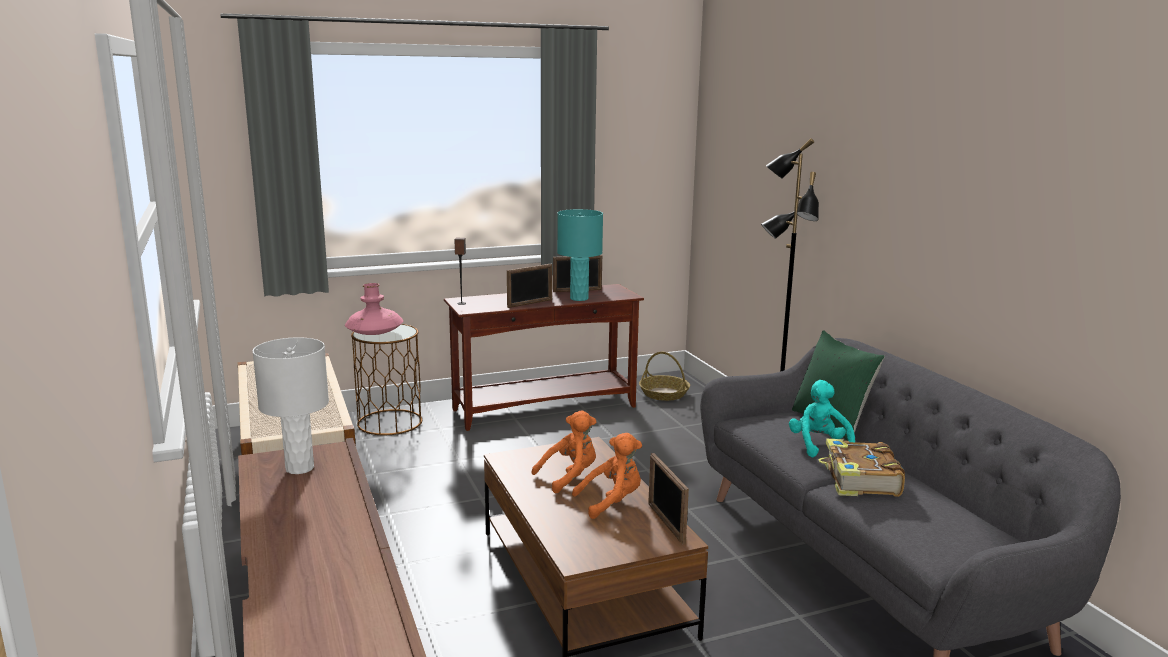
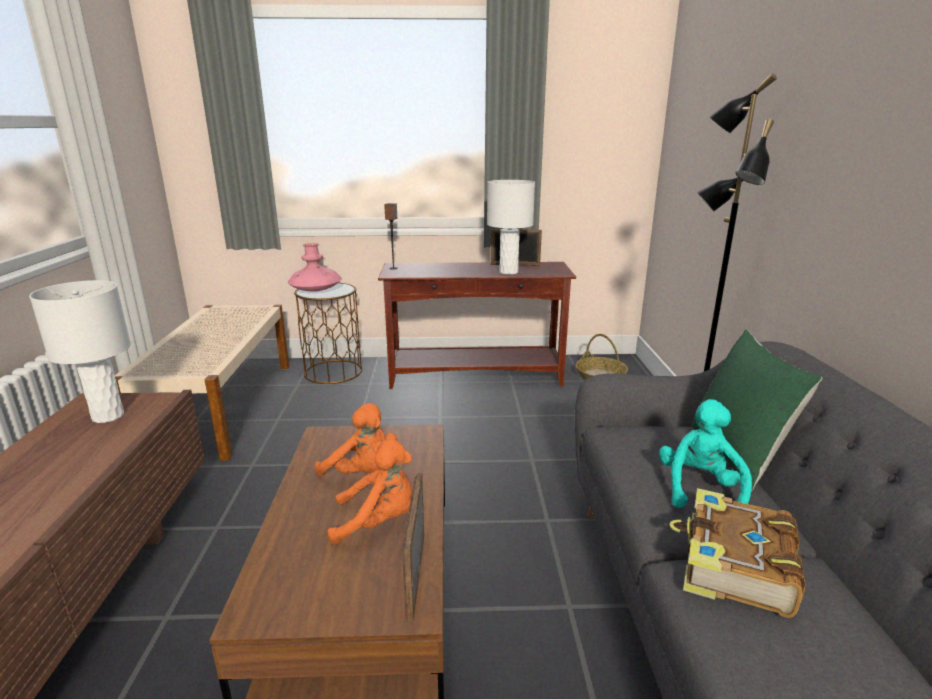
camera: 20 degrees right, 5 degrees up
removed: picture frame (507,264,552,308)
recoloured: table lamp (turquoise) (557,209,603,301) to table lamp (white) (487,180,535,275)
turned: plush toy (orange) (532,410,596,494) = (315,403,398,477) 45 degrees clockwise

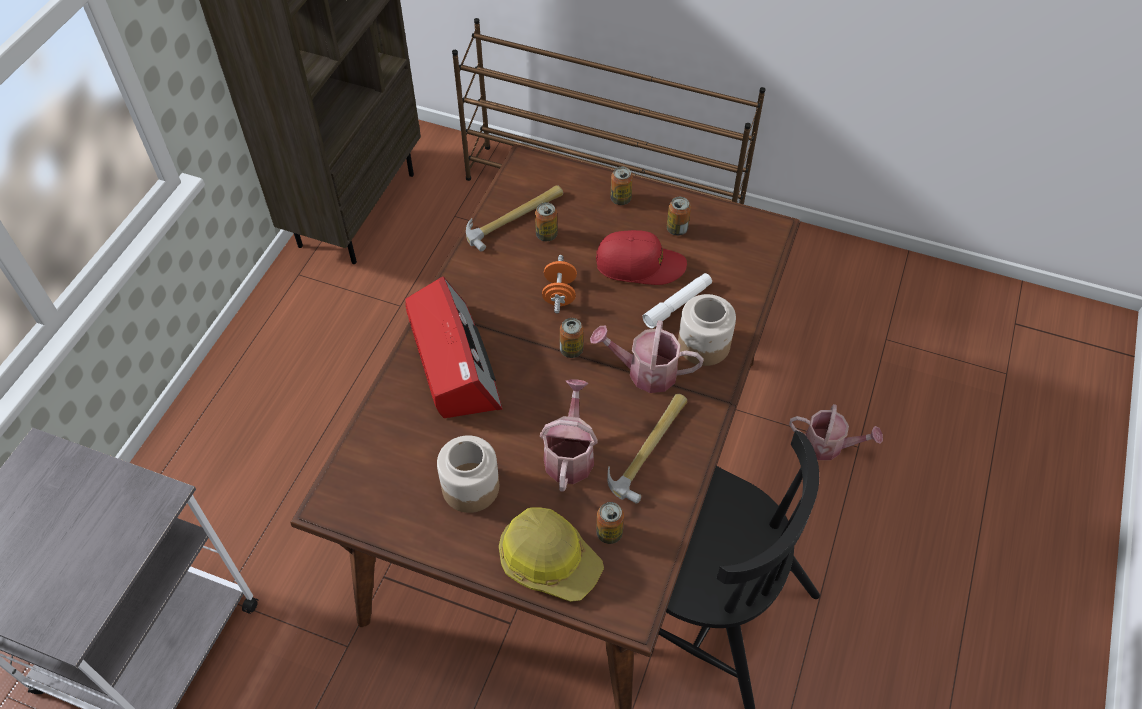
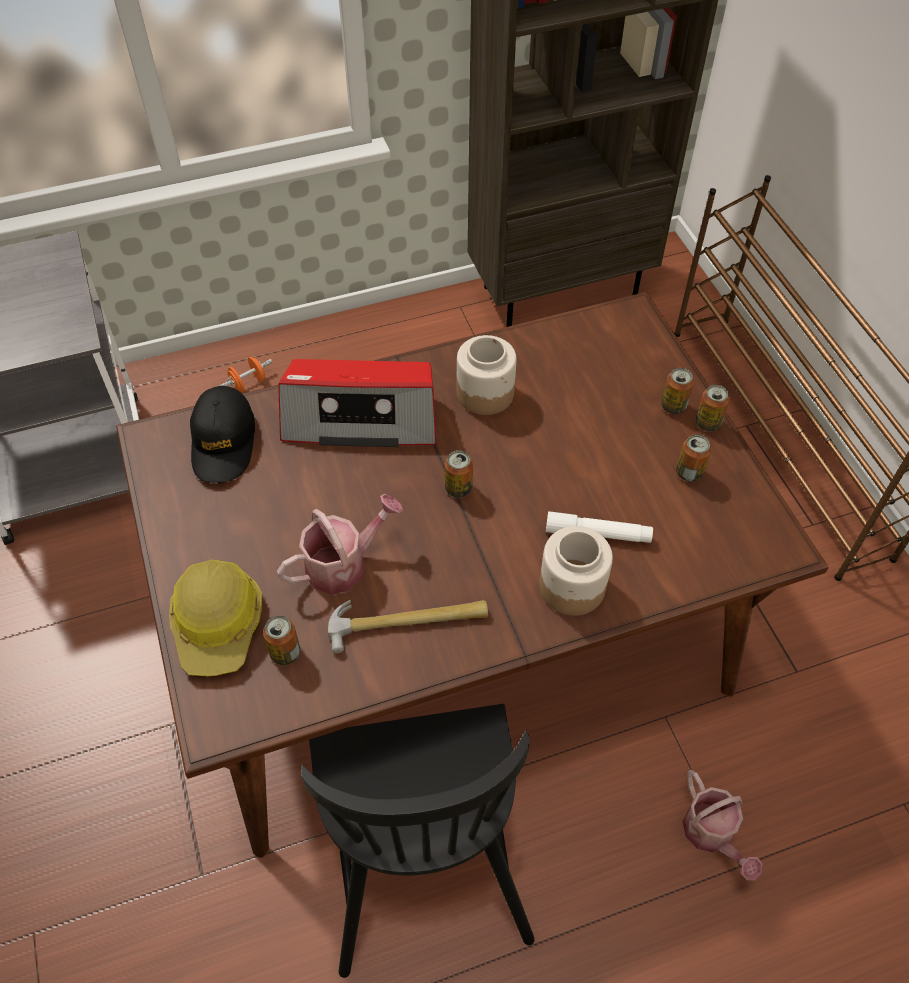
camera: 50 degrees right, 0 degrees up
removed: hammer (466,185,563,251); cap (red) (596,230,687,285); watering can (590,320,704,393)
added: cap (black) (190,386,255,483)
moved: can (535,202,558,241) to (696,385,730,431); dumbbell (orange) (542,255,577,313) to (220,357,272,392); jar (437,435,499,513) to (457,335,517,415)
turned: radio (405,276,503,418) = (278,359,436,447) 60 degrees clockwise

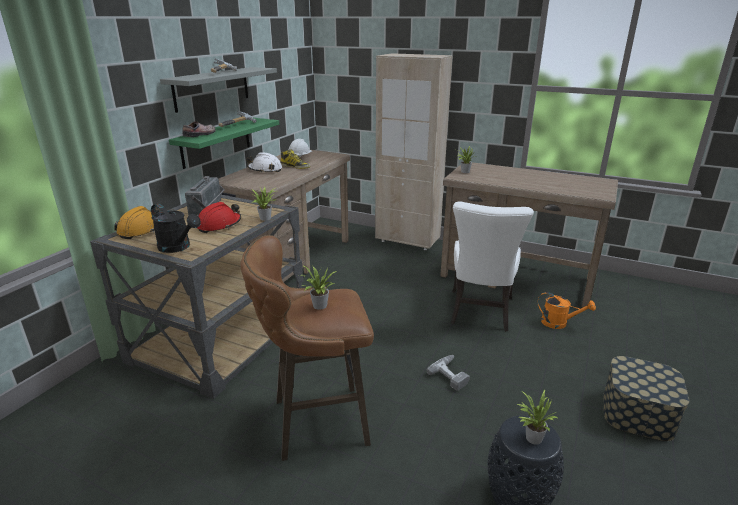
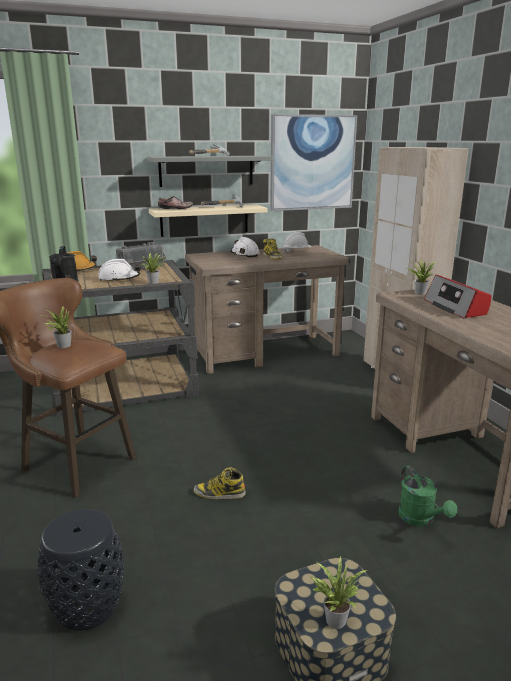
camera: 45 degrees right, 5 degrees down
removed: chair (white) (451,201,534,332)
added: picture (270,114,357,211); radio (424,275,492,318)
moved: potted plant (517,389,557,445) to (310,556,367,629)
replaced: power drill (426,355,470,391) to boot (193,467,246,499)
recoloured: shelf (green) (169,118,279,169) to shelf (beige) (149,204,268,237); hard hat (red) (197,202,241,233) to hard hat (white) (98,259,141,282); watering can (orange) (538,292,596,329) to watering can (green) (398,466,457,527)

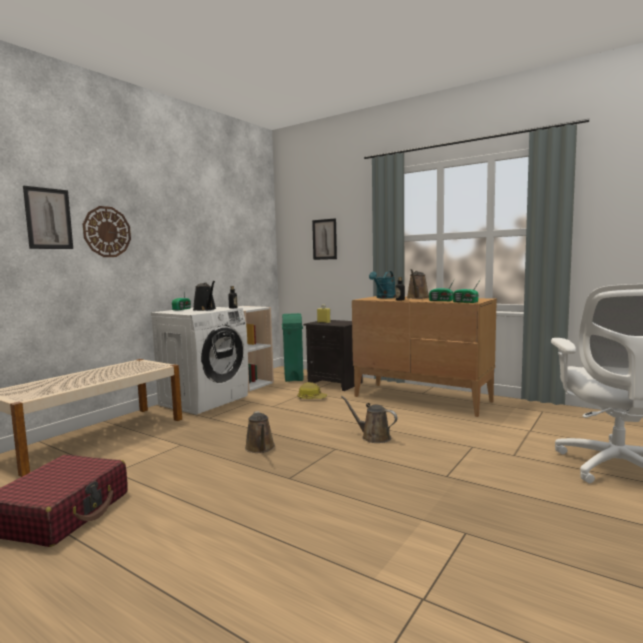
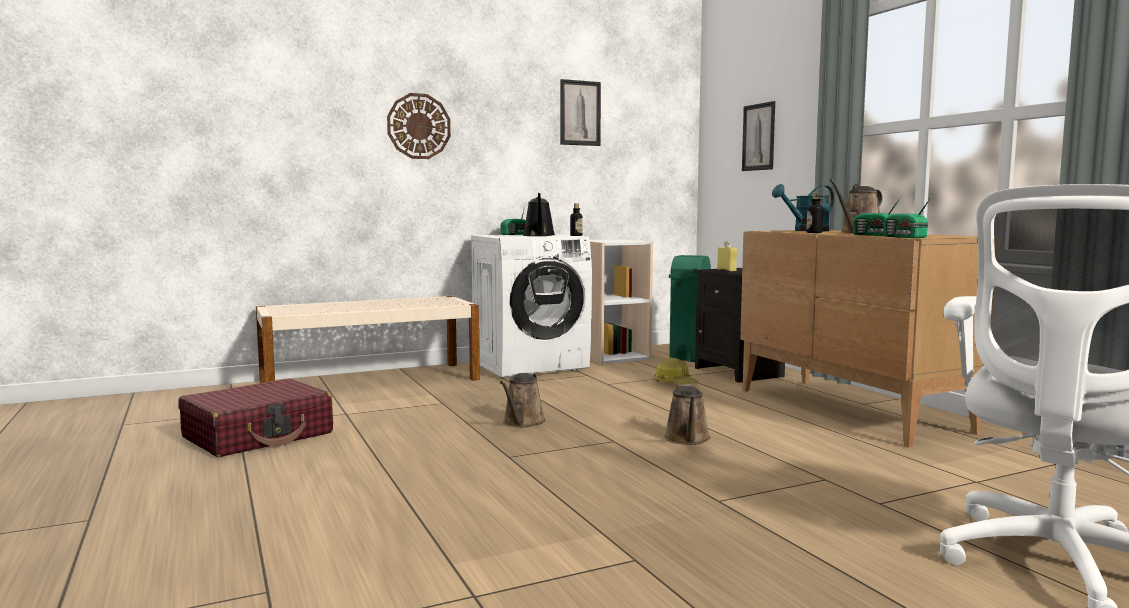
camera: 30 degrees right, 0 degrees up
moved: picture (23,186,73,249) to (560,79,601,146)
turned: watering can (brown) (341,396,398,443) = (664,385,711,445) 150 degrees counterclockwise

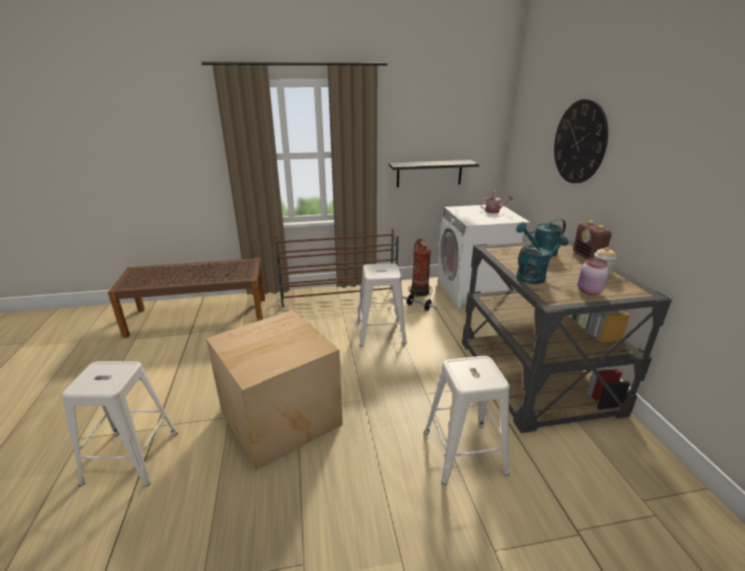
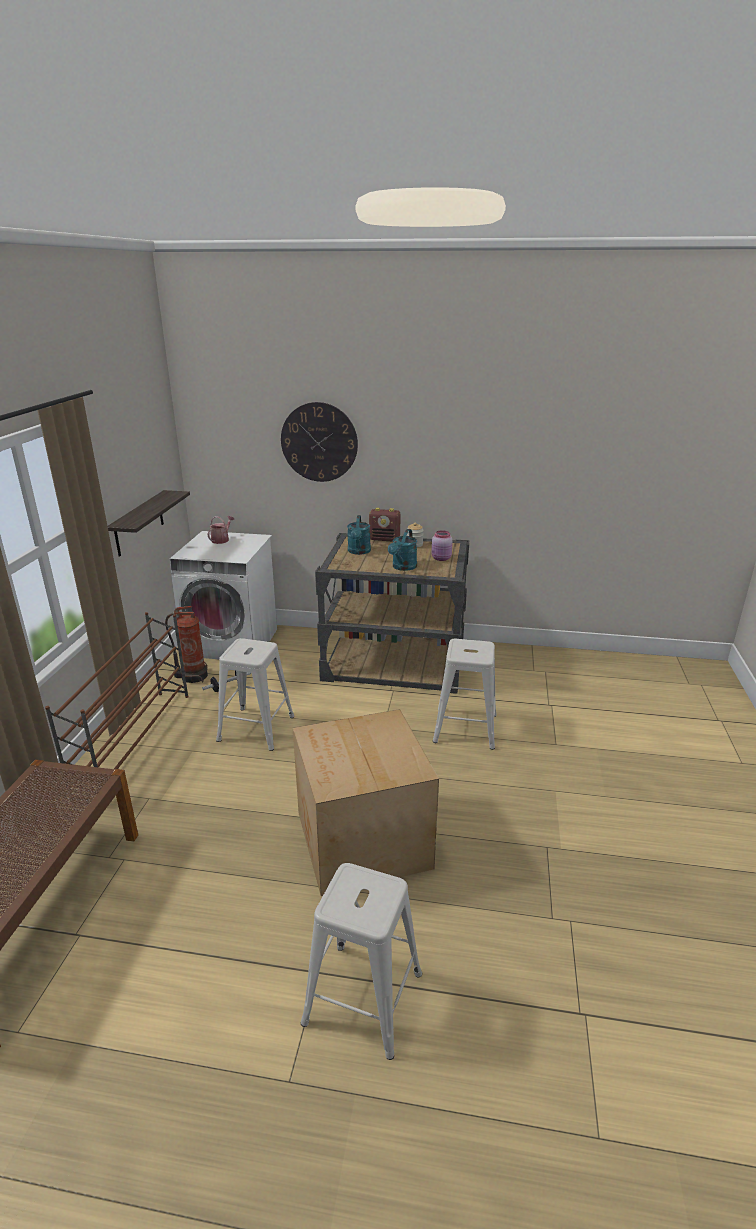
camera: 70 degrees left, 0 degrees up
turned: watering can (turquoise) (516,235,569,284) = (388,529,417,571) 150 degrees counterclockwise

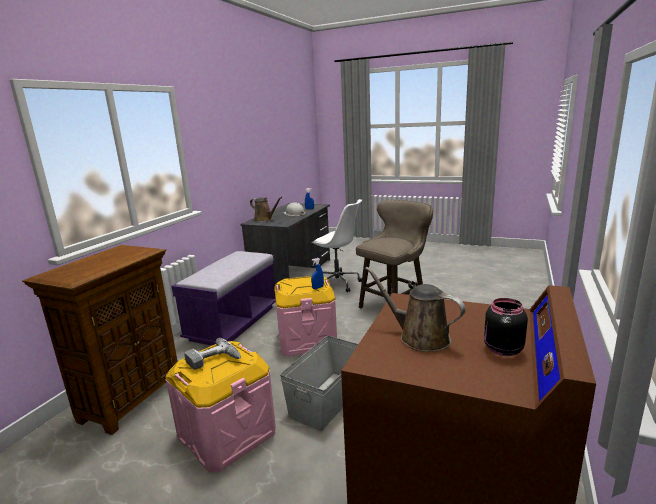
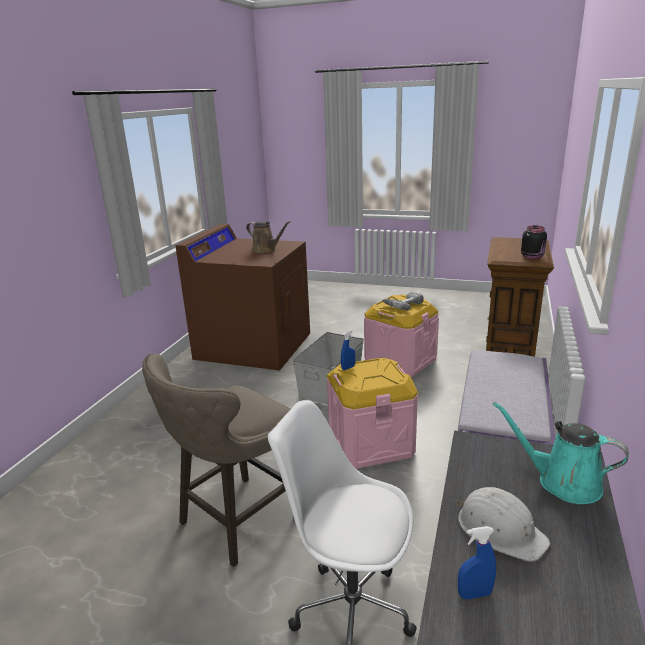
camera: 175 degrees right, 5 degrees up
moved: jar (black) (484,298,528,356) to (521,225,547,259)
recoloured: watering can (brown) (250,197,282,222) to watering can (turquoise) (493,402,629,504)

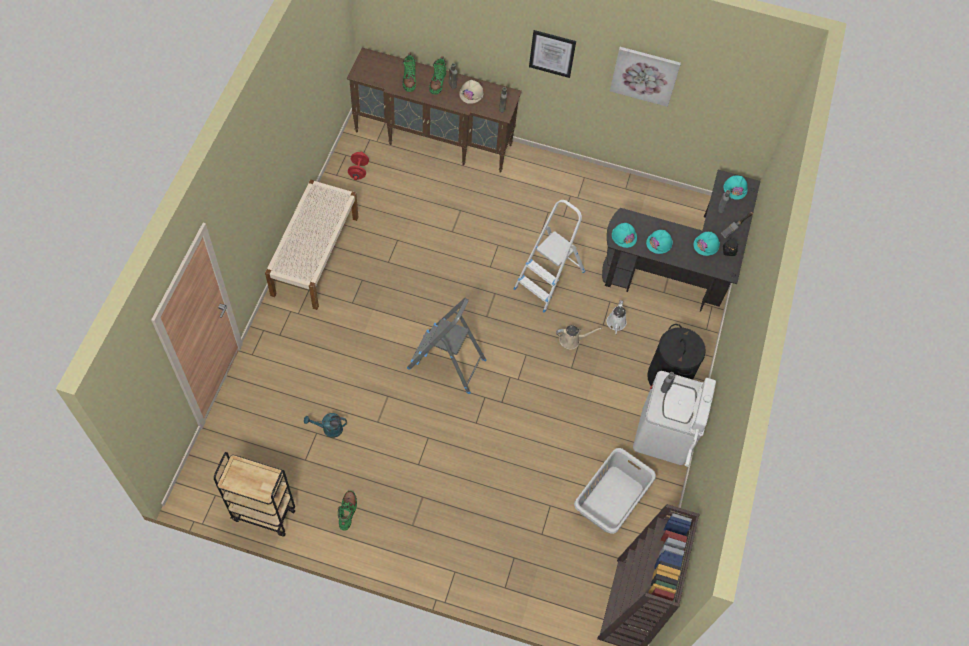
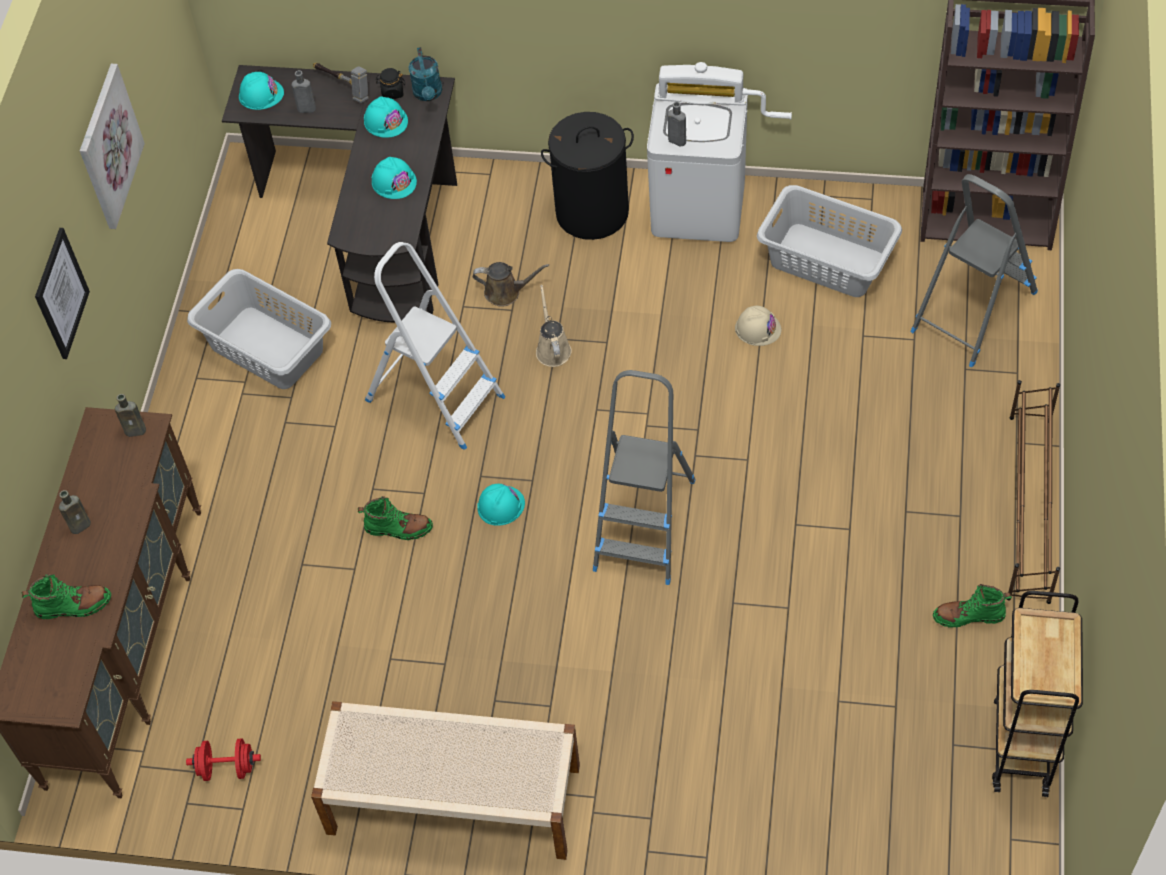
camera: 90 degrees left, 5 degrees down
added: step ladder (grey) (910,174,1038,367); laundry basket (grey) (187,269,331,389); shoe rack (brown) (1007,380,1060,604)
moved: boot (green) (429,56,446,94) to (358,496,433,540); hard hat (beige) (459,80,483,104) to (735,306,782,346); hard hat (turquoise) (612,223,637,248) to (477,484,525,526); watering can (turquoise) (304,413,347,438) to (408,47,442,101)
recoloured: watering can (white) (606,300,627,335) to watering can (brown) (473,262,549,307)

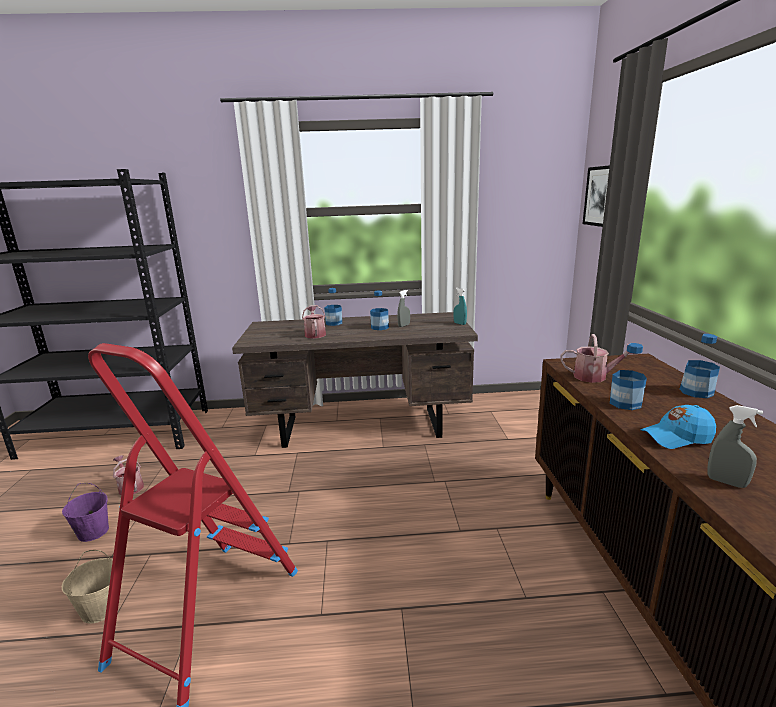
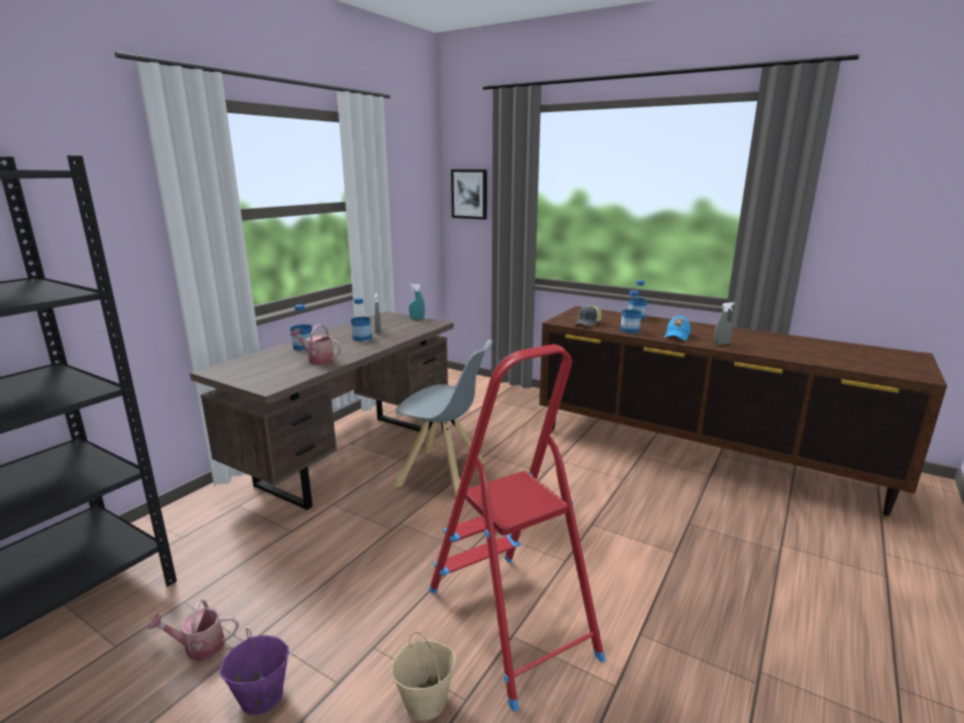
camera: 55 degrees left, 0 degrees up
added: chair (grey) (394,339,493,498)
replaced: watering can (561,334,634,383) to cap (574,305,602,327)

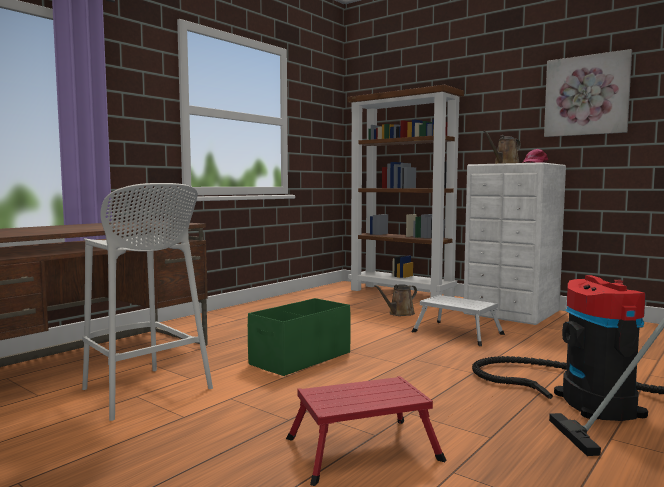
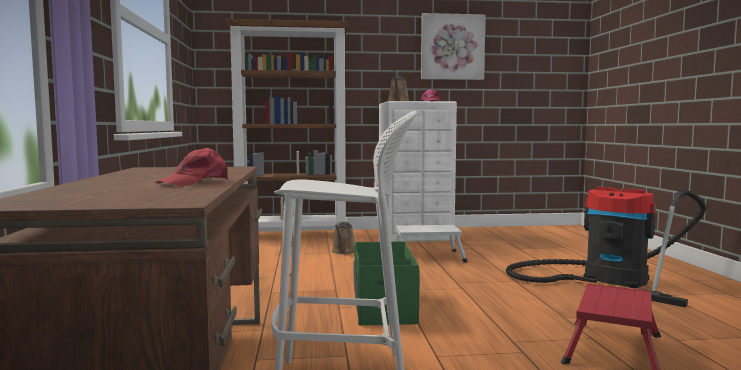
camera: 45 degrees left, 0 degrees up
added: cap (red) (155,148,228,187)

